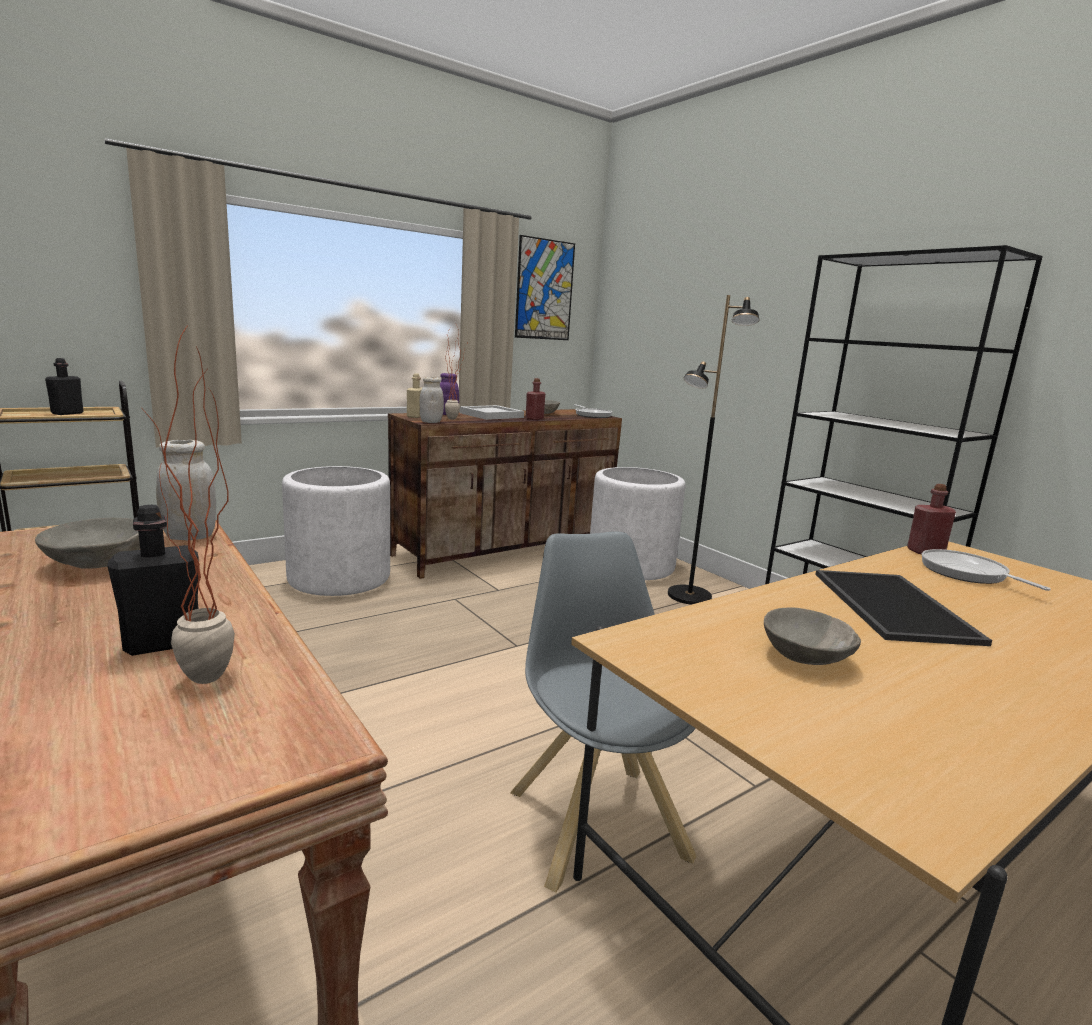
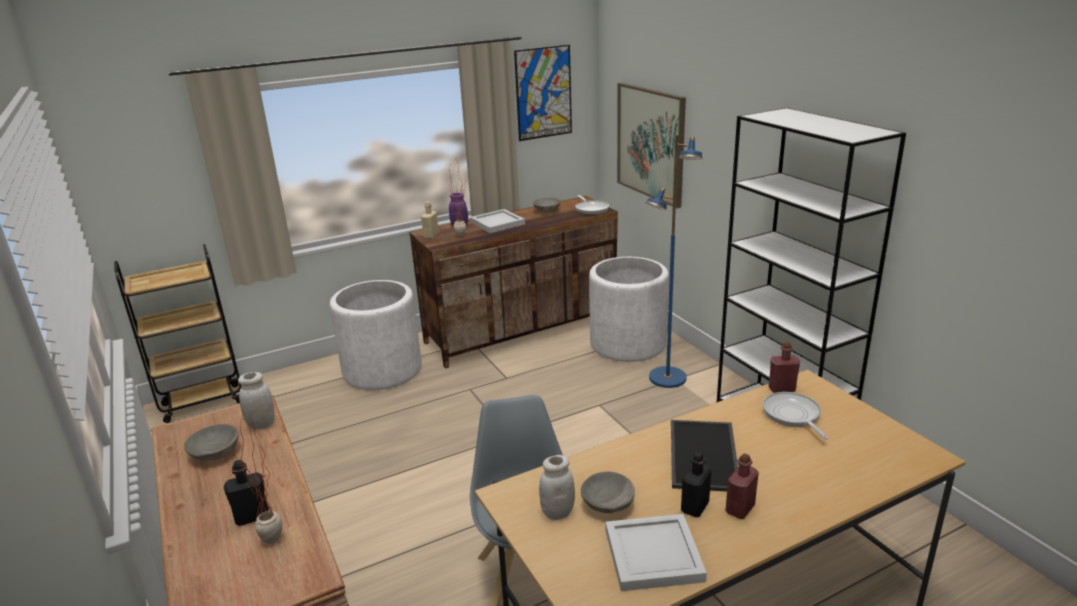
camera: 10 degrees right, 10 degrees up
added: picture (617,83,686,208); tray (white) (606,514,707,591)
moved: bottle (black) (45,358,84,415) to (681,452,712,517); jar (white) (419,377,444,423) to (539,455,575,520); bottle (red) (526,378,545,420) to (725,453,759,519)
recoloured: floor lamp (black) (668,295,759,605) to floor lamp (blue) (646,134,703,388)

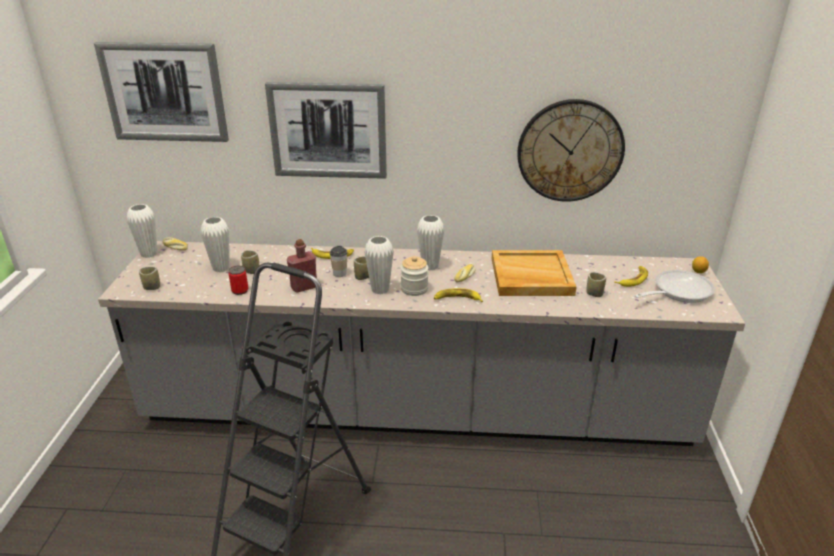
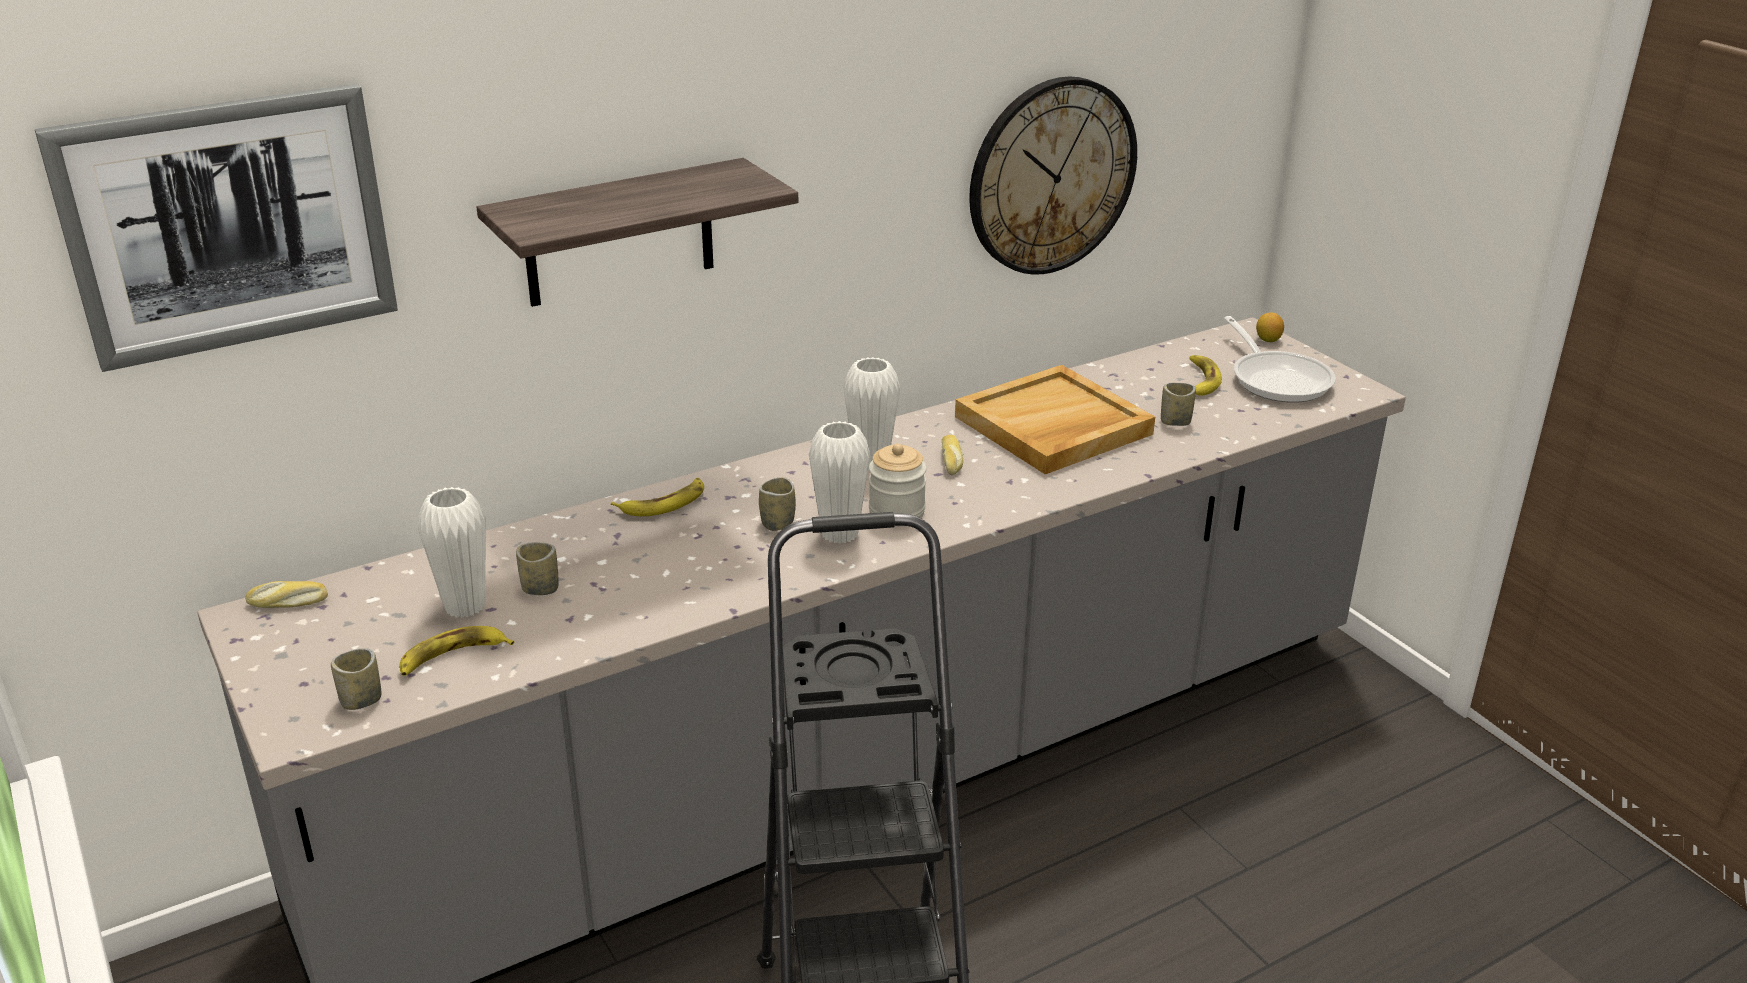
camera: 35 degrees left, 0 degrees up
removed: vase (white) (127,204,158,258); bottle (red) (287,239,317,293); cup (330,246,347,277); can (229,266,248,295)
moved: banana (434,288,483,302) to (399,626,514,676)
replaced: picture (265,82,387,179) to shelf (476,158,798,307)
turned: frying pan (634,270,715,303) = (1224,316,1336,403) 135 degrees clockwise

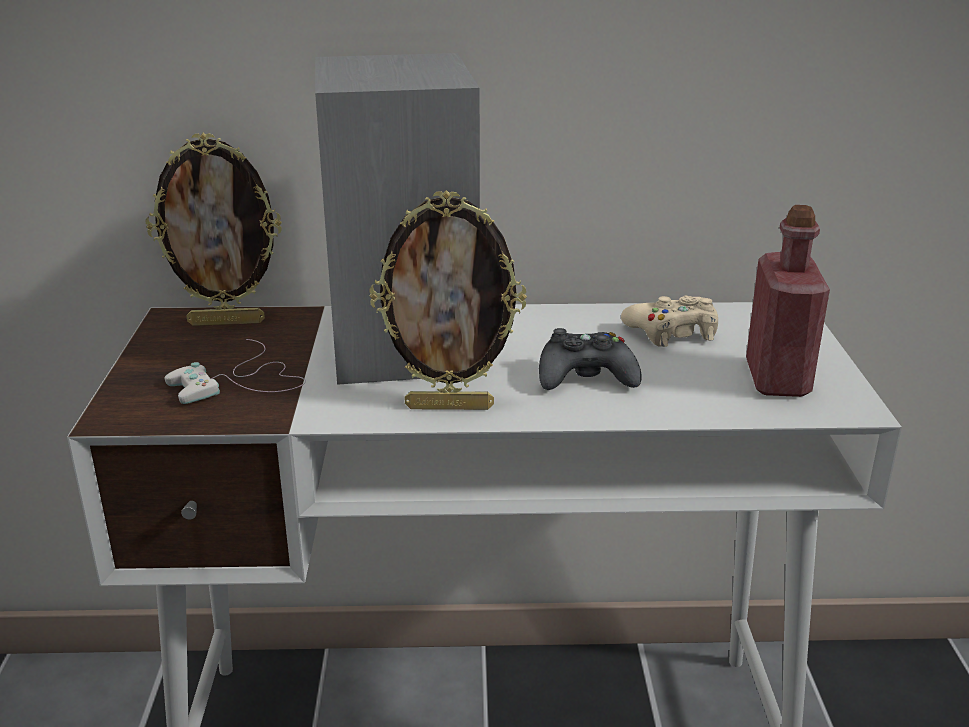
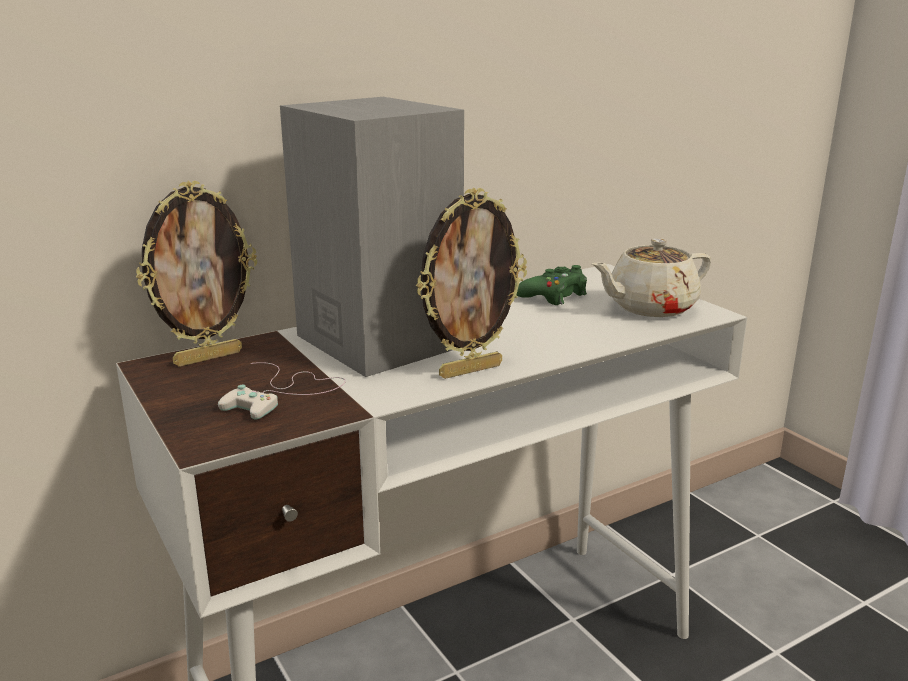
camera: 30 degrees left, 5 degrees down
removed: game controller (black) (539,328,642,390)
replaced: bottle (red) (746,205,830,397) to teapot (beige) (592,238,711,317)
recoloured: game controller (beige) (621,295,718,347) to game controller (green) (517,265,587,305)

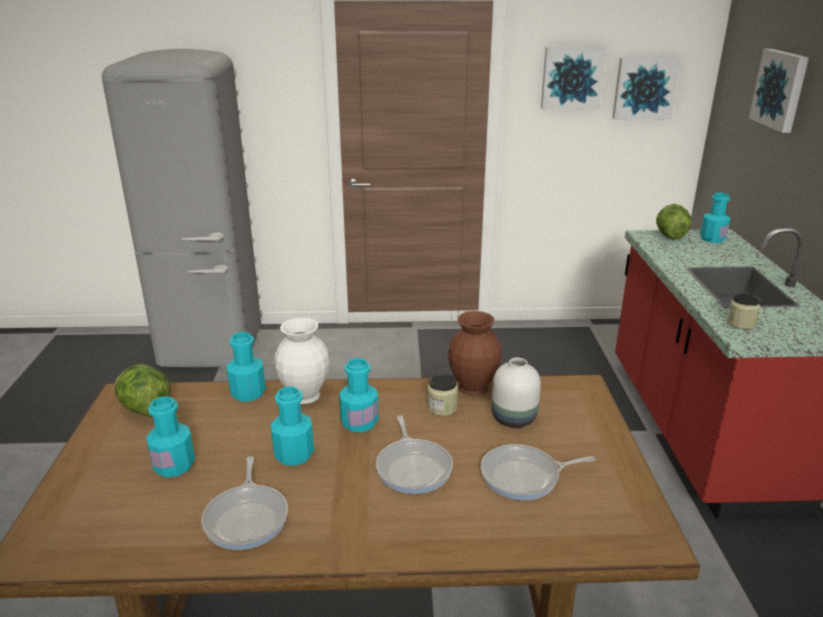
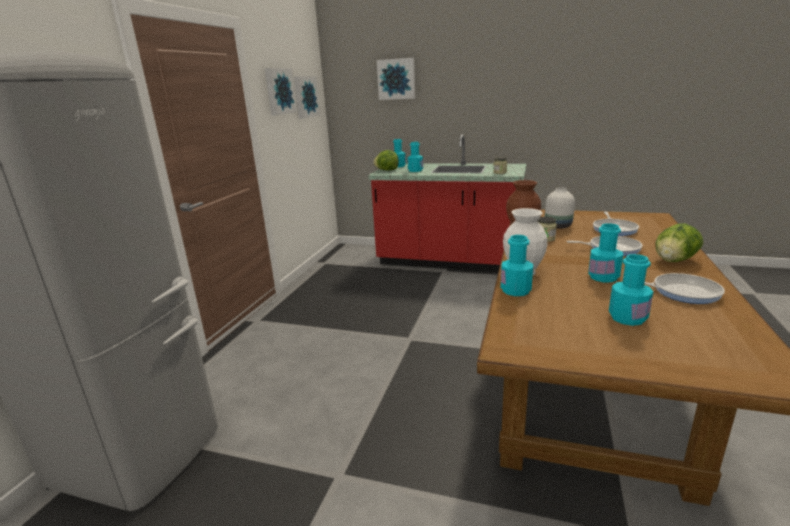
camera: 70 degrees left, 5 degrees down
moved: bottle (turquoise) (339,358,379,432) to (407,142,423,172); lettuce (115,364,170,417) to (655,223,703,262)

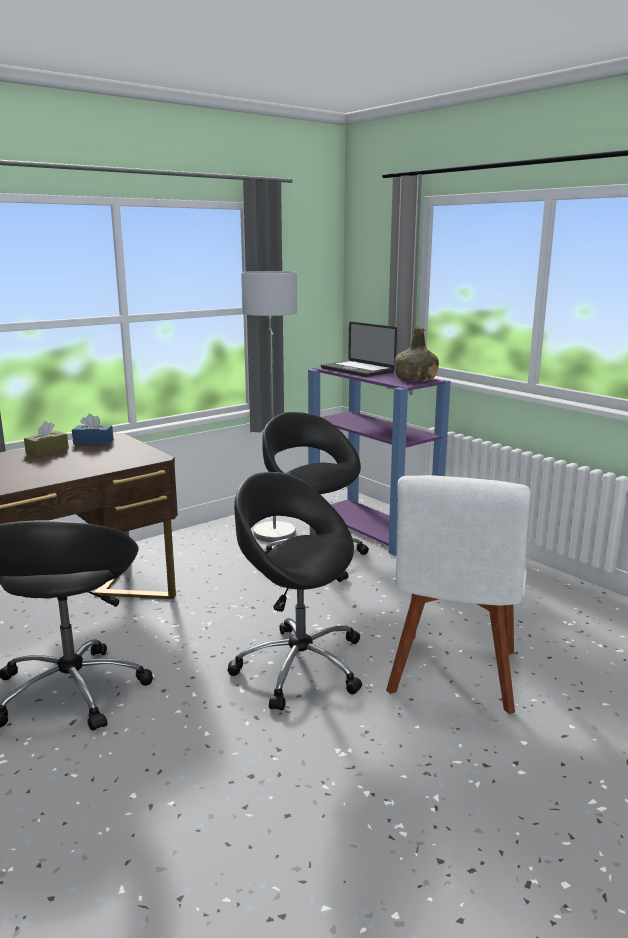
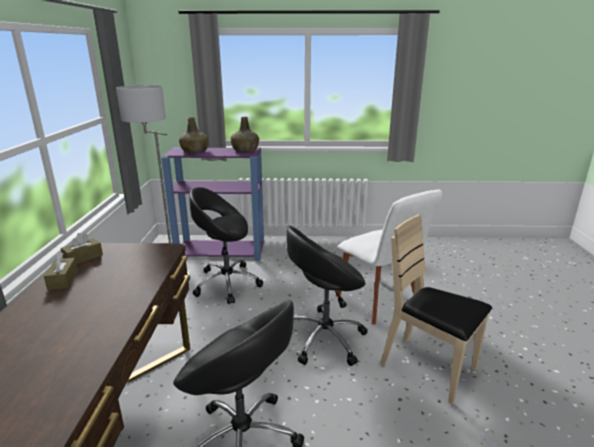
camera: 50 degrees left, 5 degrees up
added: chair (beige) (380,214,492,405)
replaced: laptop (321,322,397,377) to bottle (green) (179,117,208,153)
recoloured: tissue box (blue) (72,413,114,445) to tissue box (brown) (61,233,103,264)

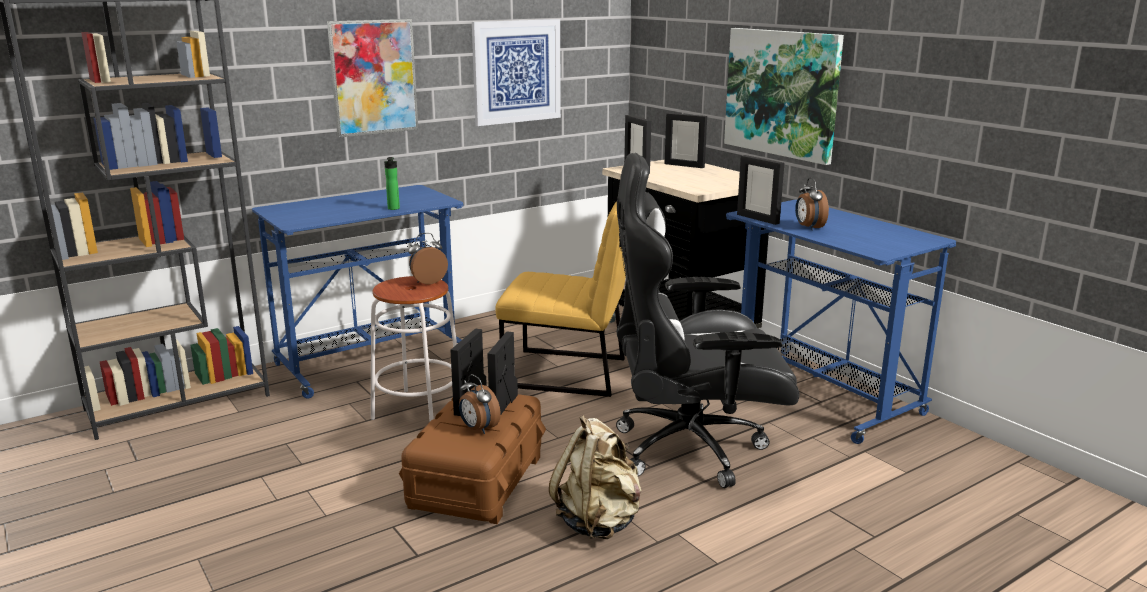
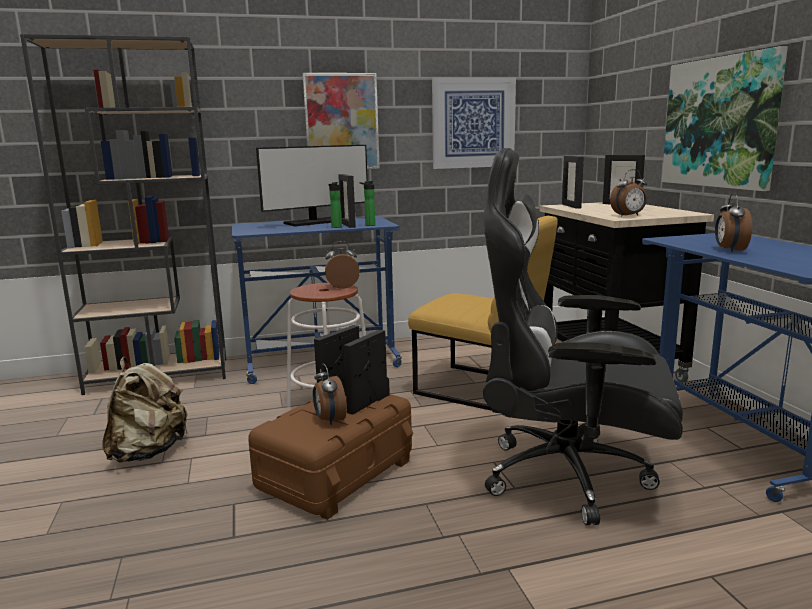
camera: 20 degrees right, 5 degrees down
added: monitor (256,145,368,227); alarm clock (610,169,647,217); bottle (359,181,376,226)
moved: picture frame (737,155,784,225) to (338,174,356,228); backpack (beige) (549,415,642,539) to (102,357,188,463)

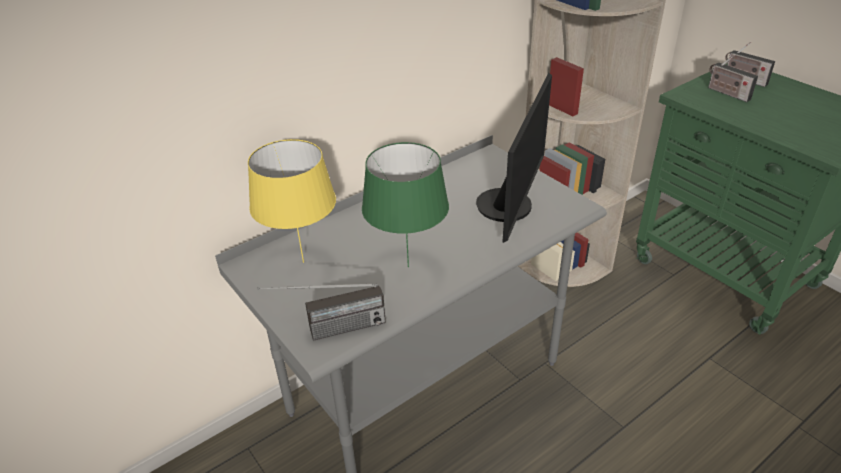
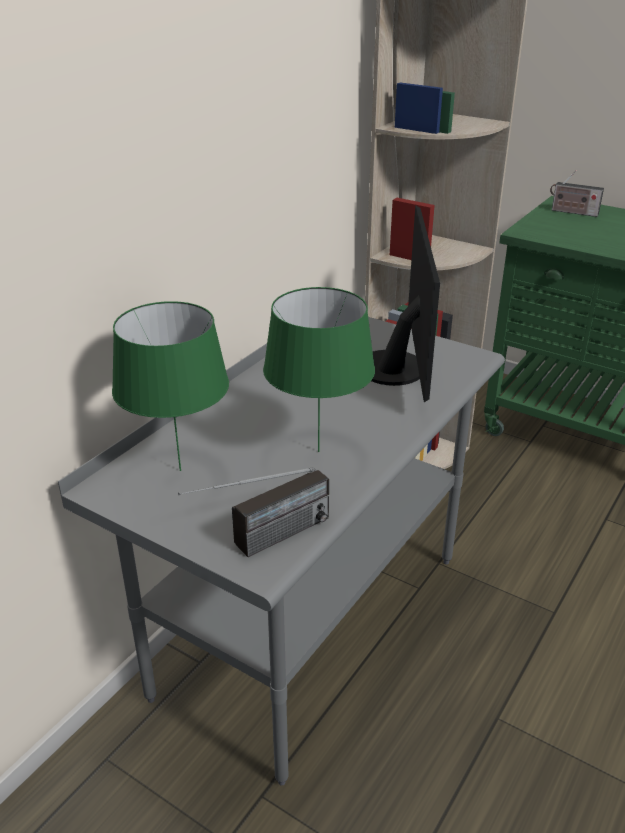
camera: 20 degrees left, 5 degrees down
removed: radio (708,55,758,102)
recoloured: table lamp (yellow) (248,139,336,263) to table lamp (green) (112,301,229,471)

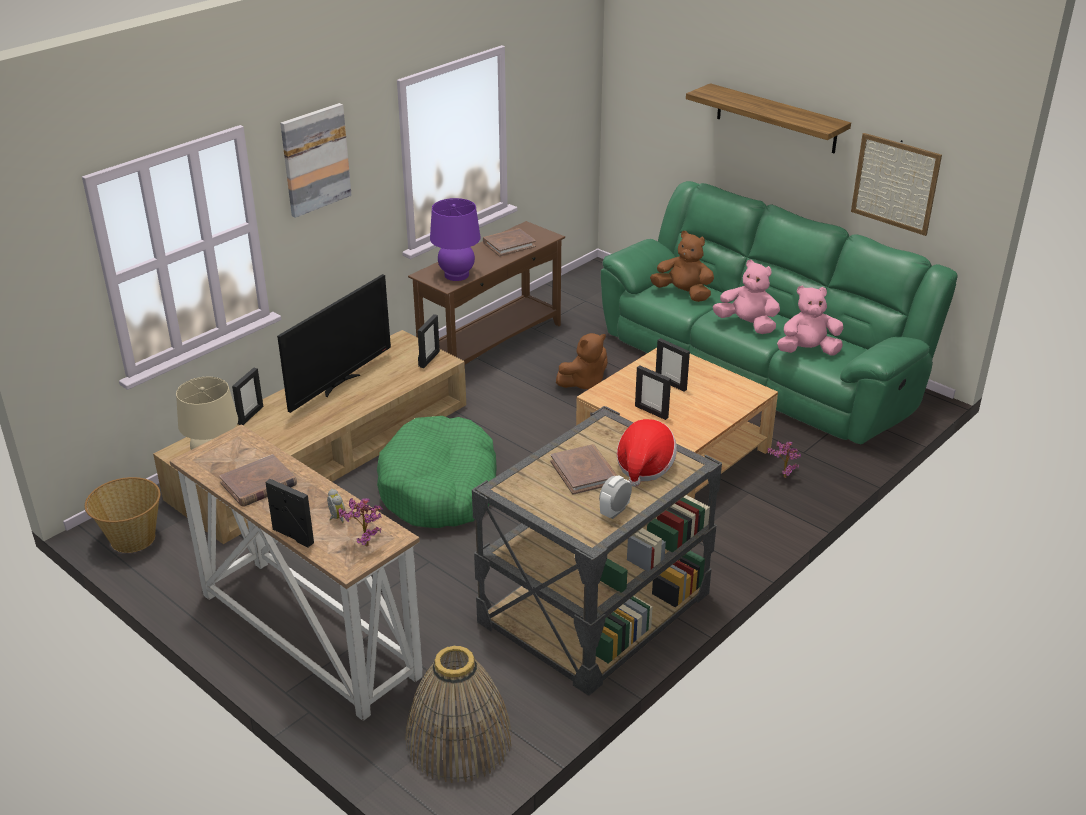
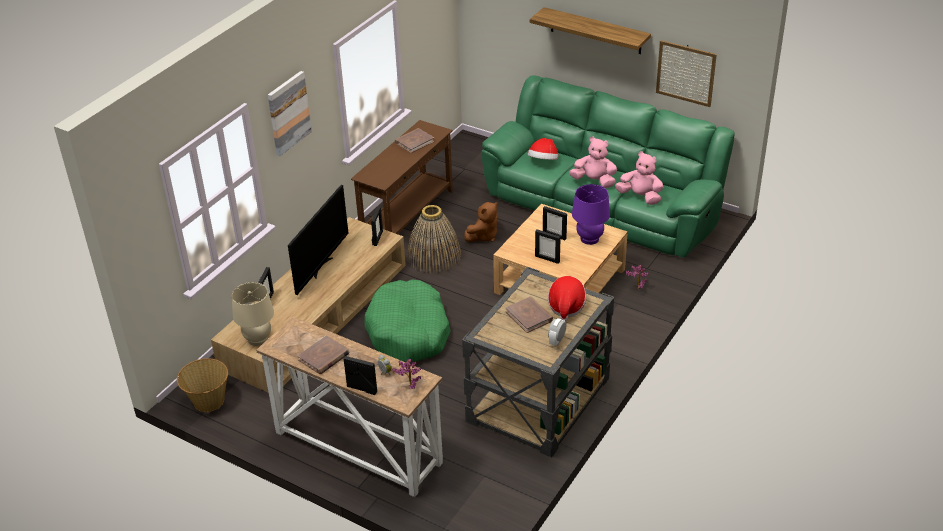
camera: 10 degrees left, 5 degrees up
moved: table lamp (purple) (430,198,481,281) to (572,184,610,245); basket (406,645,512,783) to (408,205,461,273)
replaced: plush toy (brown) (650,231,714,302) to hat (528,138,558,160)
turned: plush toy (pink) (777,286,843,356) = (615,151,663,205) 45 degrees clockwise

